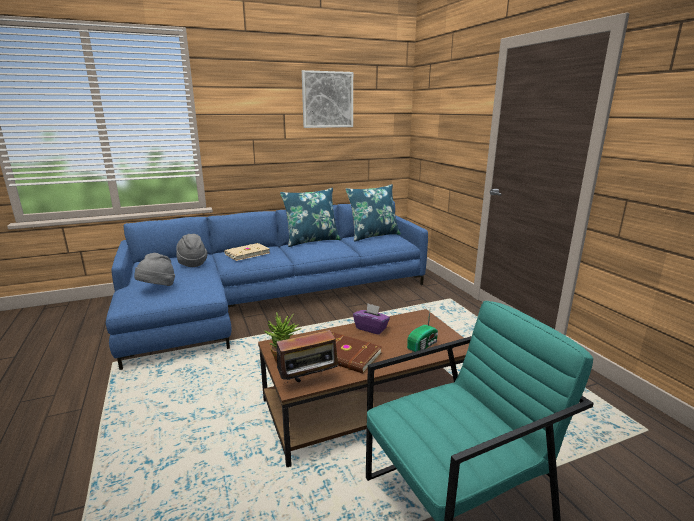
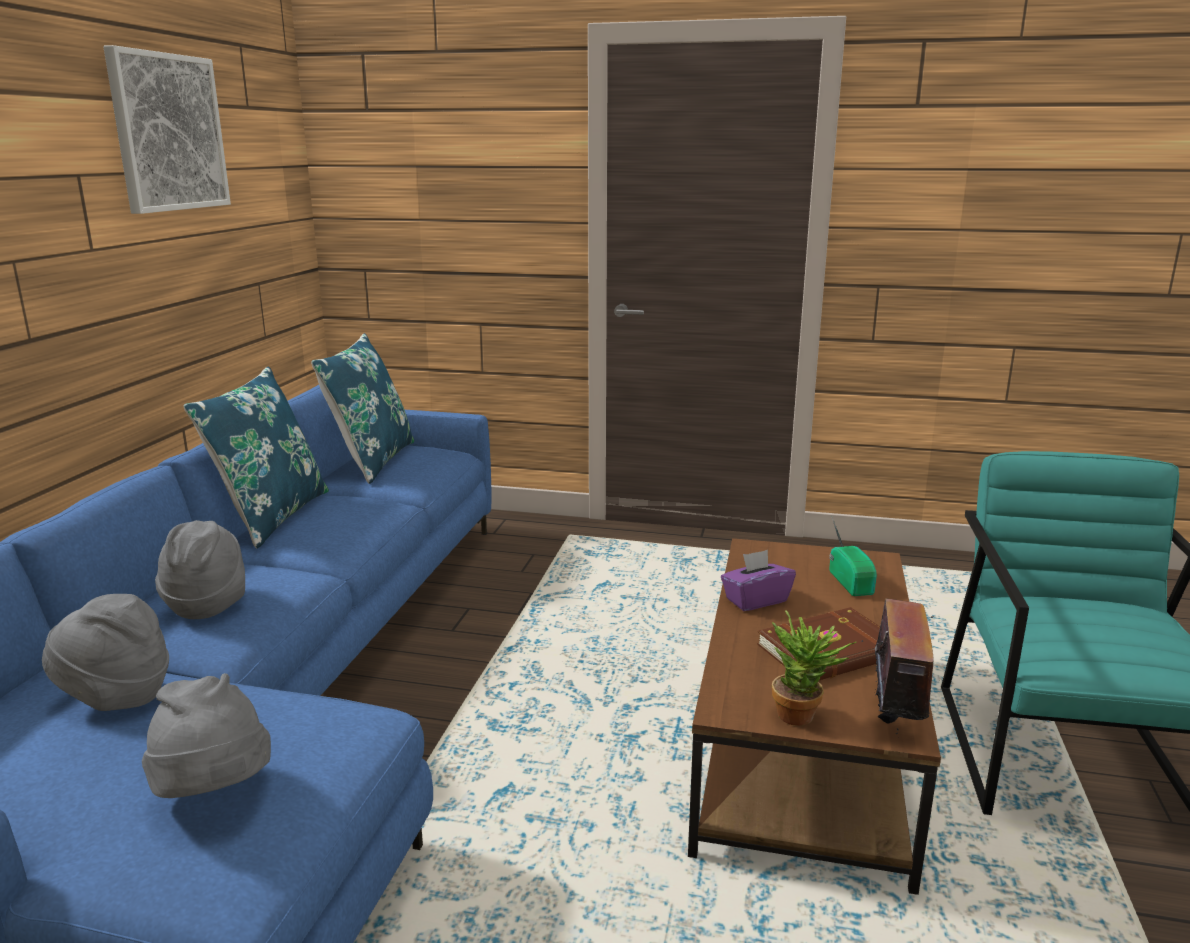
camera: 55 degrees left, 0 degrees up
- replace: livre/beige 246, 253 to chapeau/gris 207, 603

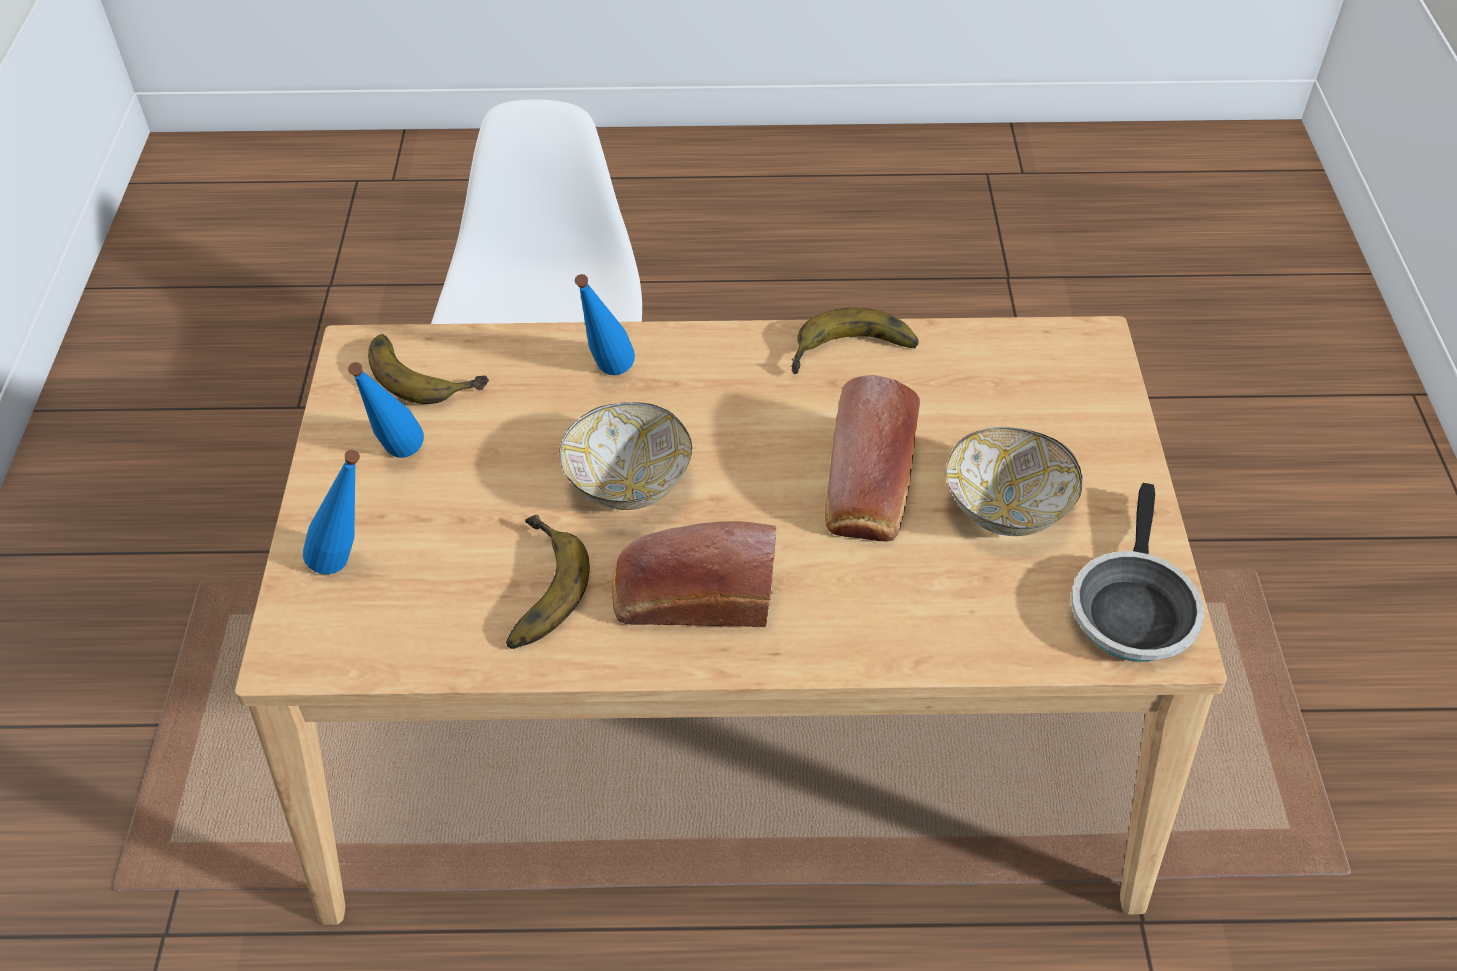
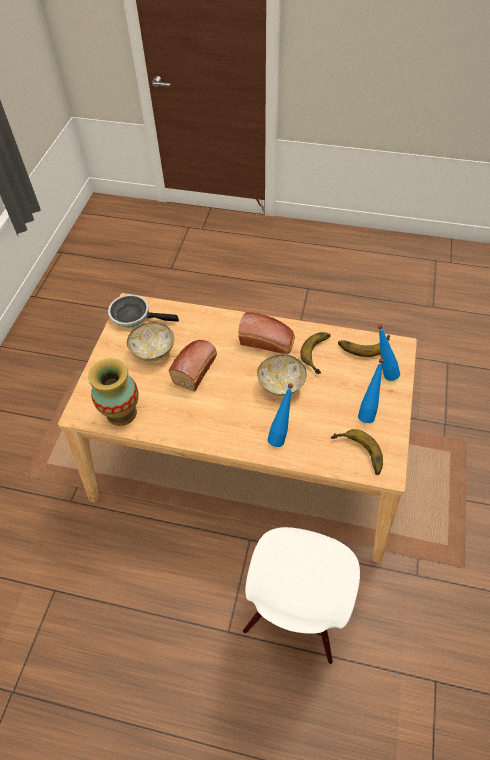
camera: 165 degrees left, 5 degrees up
- move: banane 854, 356 to 363, 344
- rotate: poêle 1131, 608 = 134, 315 105 degrees counterclockwise
- insert: vase 121, 413

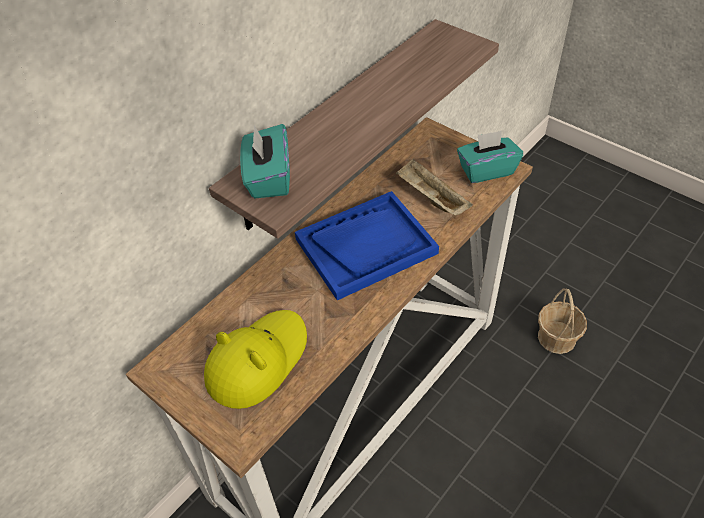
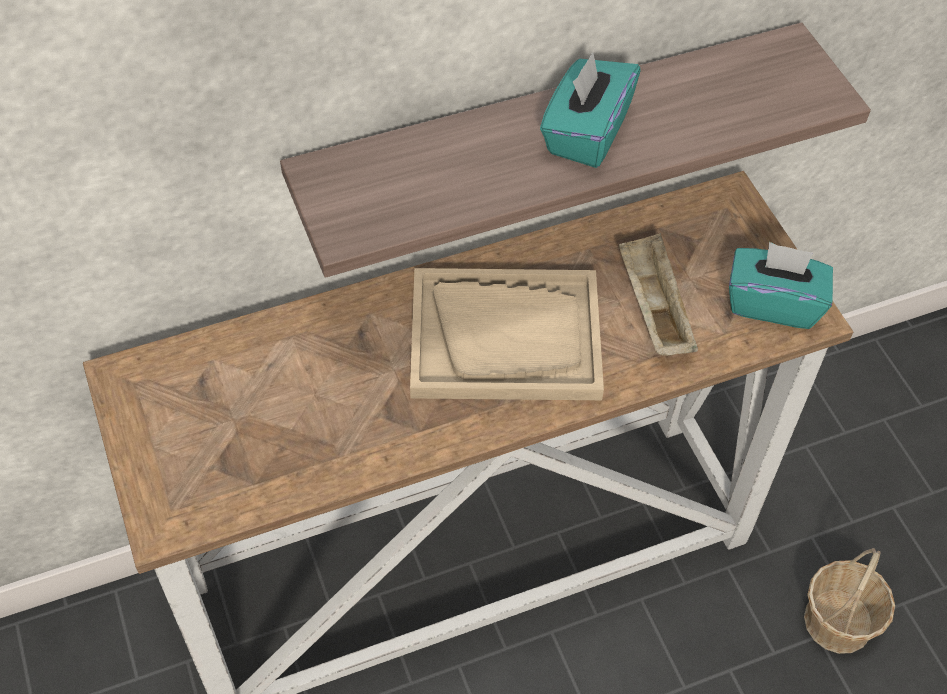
camera: 25 degrees right, 5 degrees up
- move: boîte à mouchoirs/turquoise 268, 178 to 586, 133
- recolor: plateau/bleu 366, 246 to plateau/beige 506, 337
- delete: chapeau/jaune 257, 361

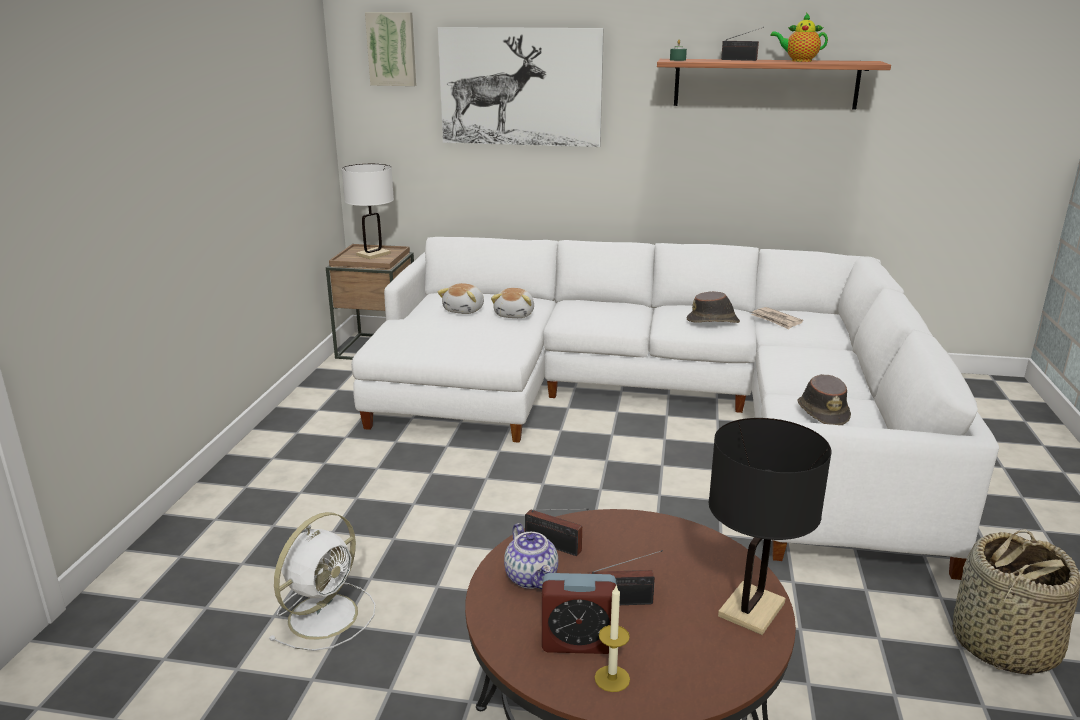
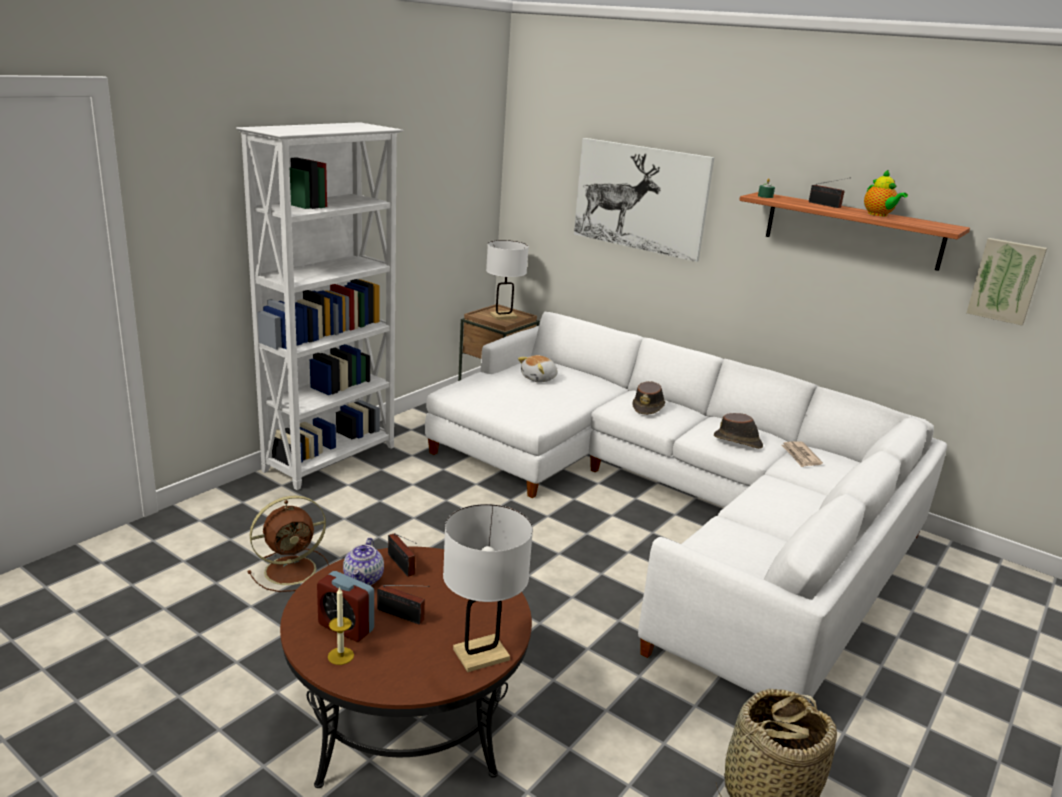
camera: 25 degrees right, 0 degrees up
- move: tableau 392, 49 to 1006, 280
- rotate: théière 799, 61 = 879, 215 150 degrees counterclockwise
- delete: peluche 515, 314
- move: chapeau/marron 823, 412 to 648, 407
- recolor: lampe de table/noir 751, 610 to lampe de table/blanc 481, 654
- recolor: ventilateur/blanc 325, 614 to ventilateur/marron 293, 570
- insert: bibliothèque/blanc 332, 459

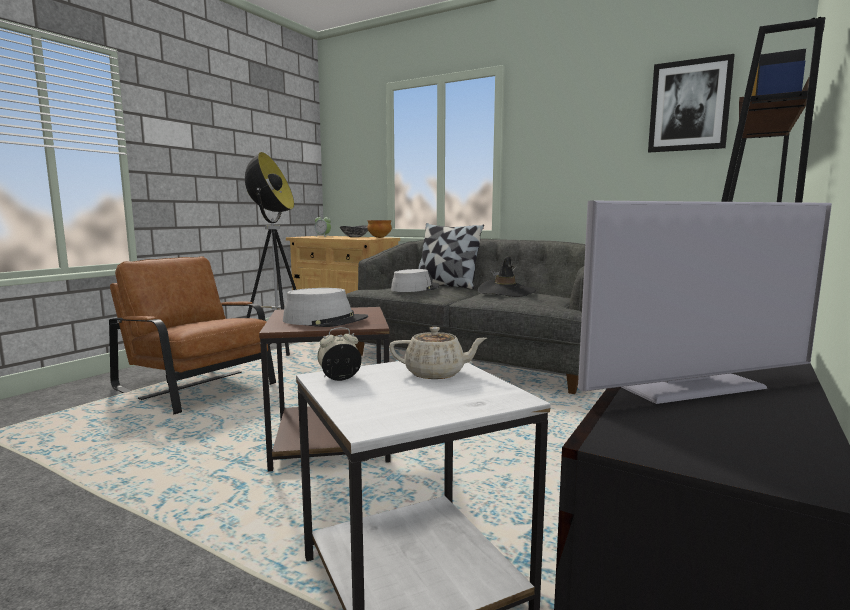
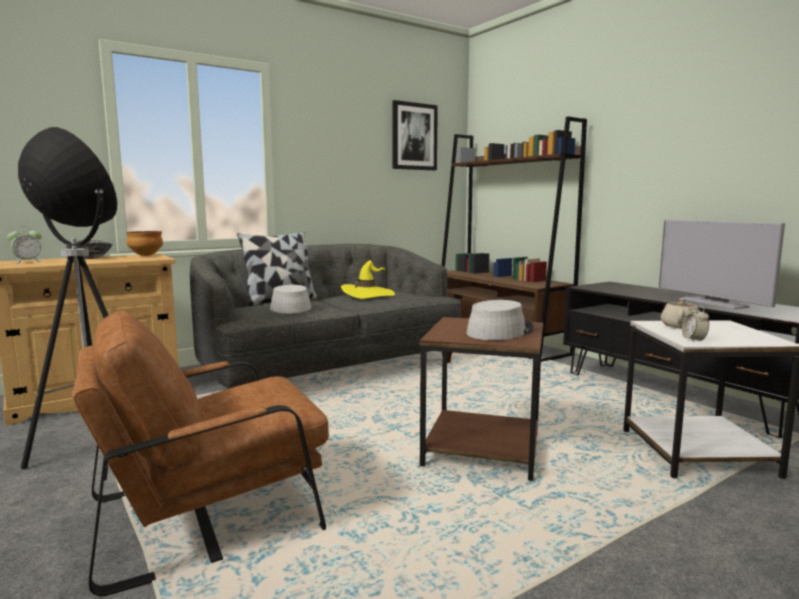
camera: 65 degrees left, 0 degrees up
- rotate: téléviseur 693, 387 = 713, 303 150 degrees clockwise
- recolor: chapeau/noir 506, 292 to chapeau/jaune 368, 294

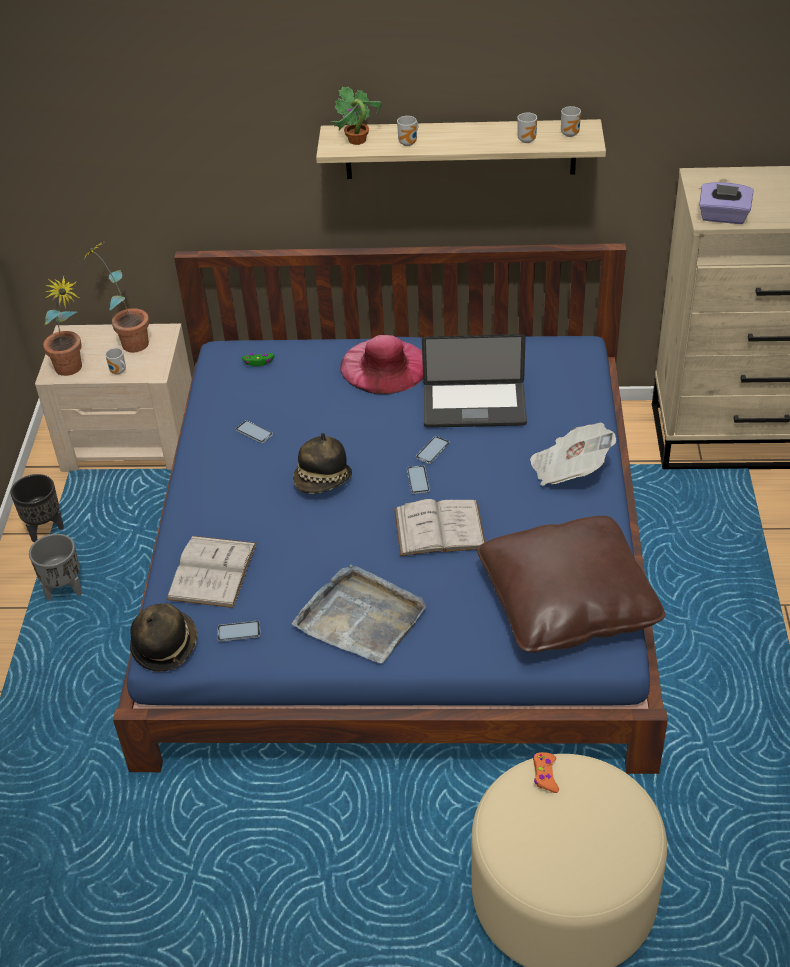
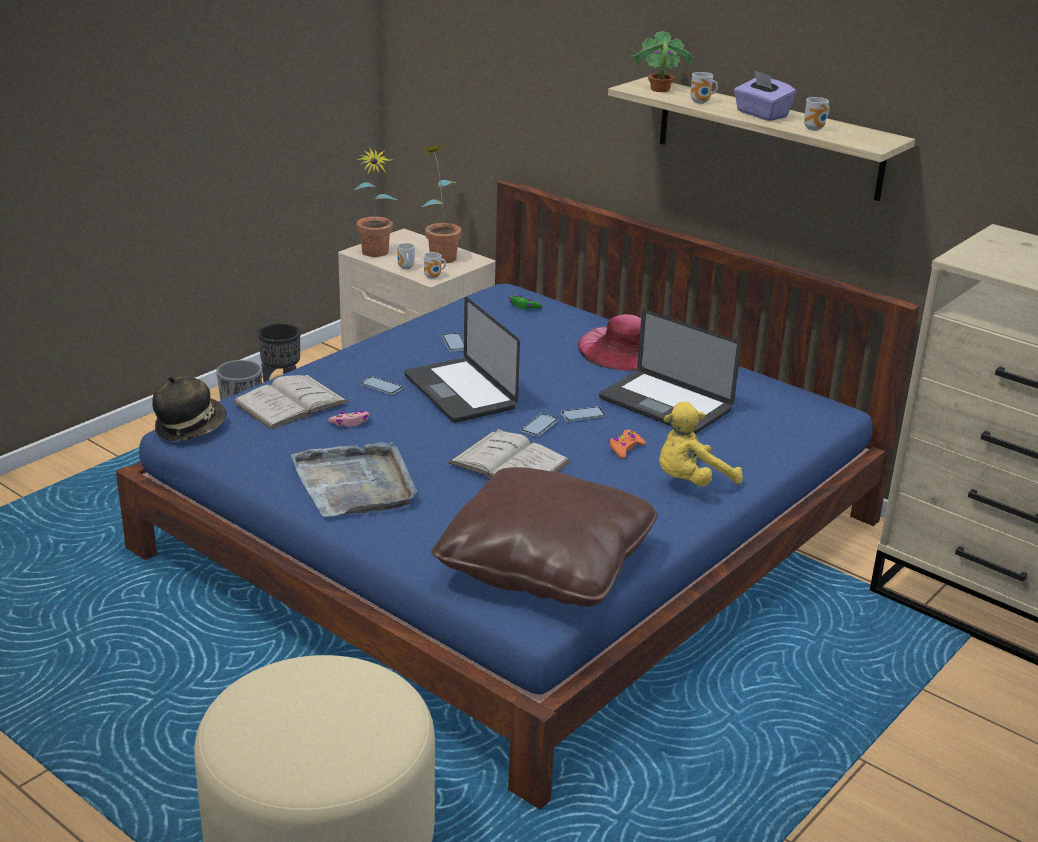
camera: 35 degrees right, 15 degrees down
- move: mug 571, 134 to 434, 277
- move: boîte à mouchoirs/violet 723, 217 to 761, 114
- replace: journal 569, 470 to peluche/jaune 691, 482
- replace: chapeau 323, 481 to ordinateur portable 459, 392
- move: téléphone 238, 632 to 381, 386
- move: manette/orange 545, 775 to 625, 448
- insert: manette/rose 350, 423

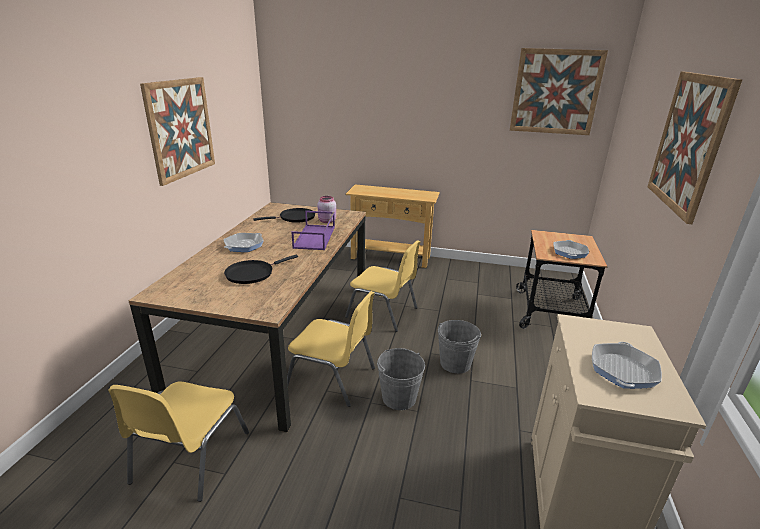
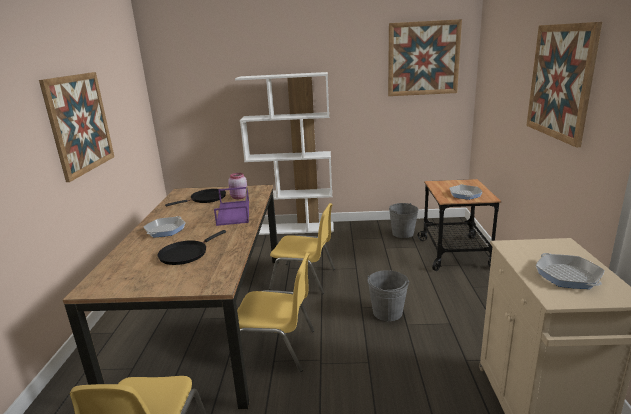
camera: 10 degrees left, 5 degrees down
- replace: table console/beige 390, 257 to bibliothèque/blanc 294, 228
- rotate: poêle 623, 370 = 567, 276 150 degrees clockwise
- move: seau/gris 399, 398 to 403, 233

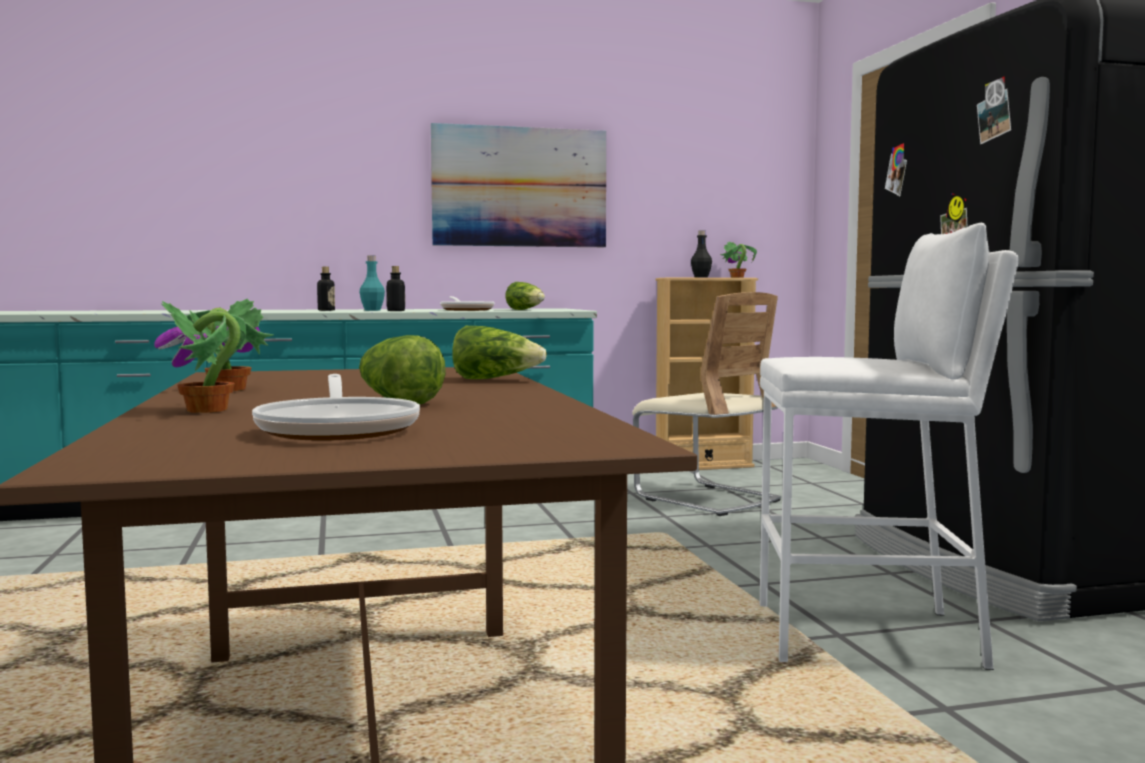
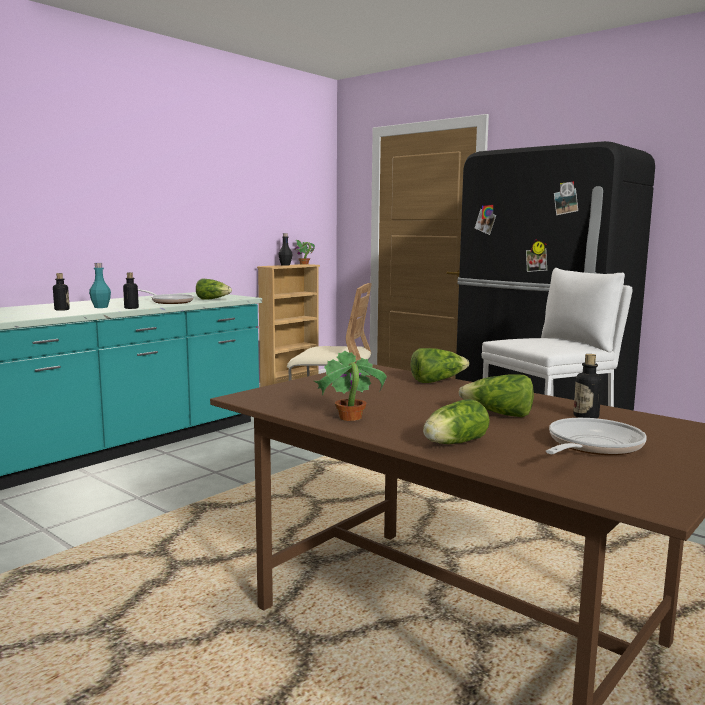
camera: 35 degrees left, 5 degrees up
- delete: tableau 519, 187
- replace: plante en pot 207, 410 to laitue 453, 443
- rotate: poêle 339, 429 = 591, 446 90 degrees counterclockwise
- insert: bouteille 585, 416

